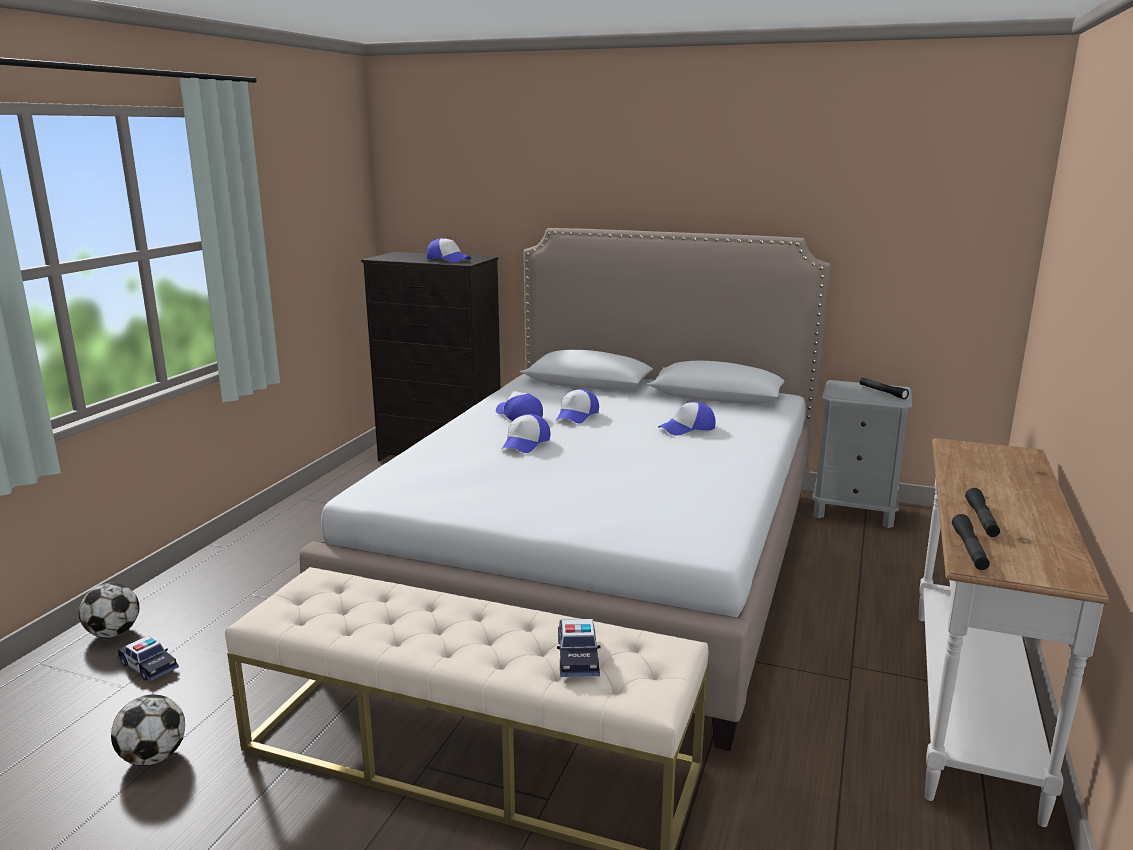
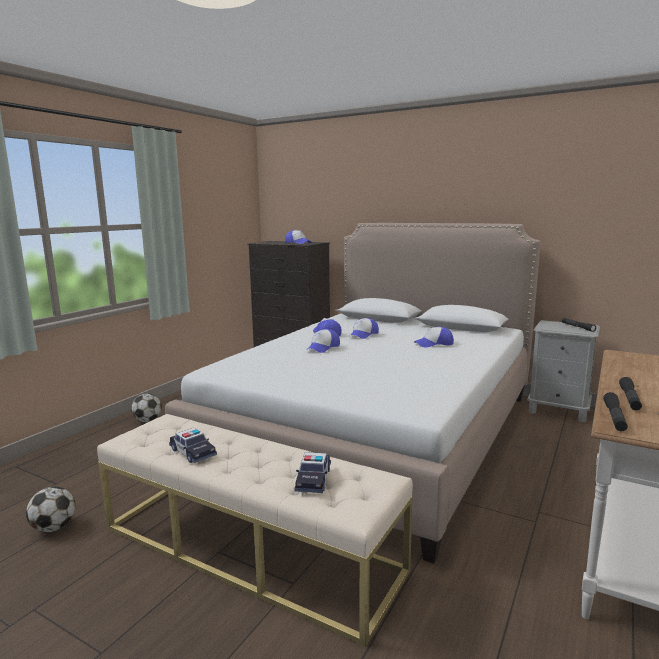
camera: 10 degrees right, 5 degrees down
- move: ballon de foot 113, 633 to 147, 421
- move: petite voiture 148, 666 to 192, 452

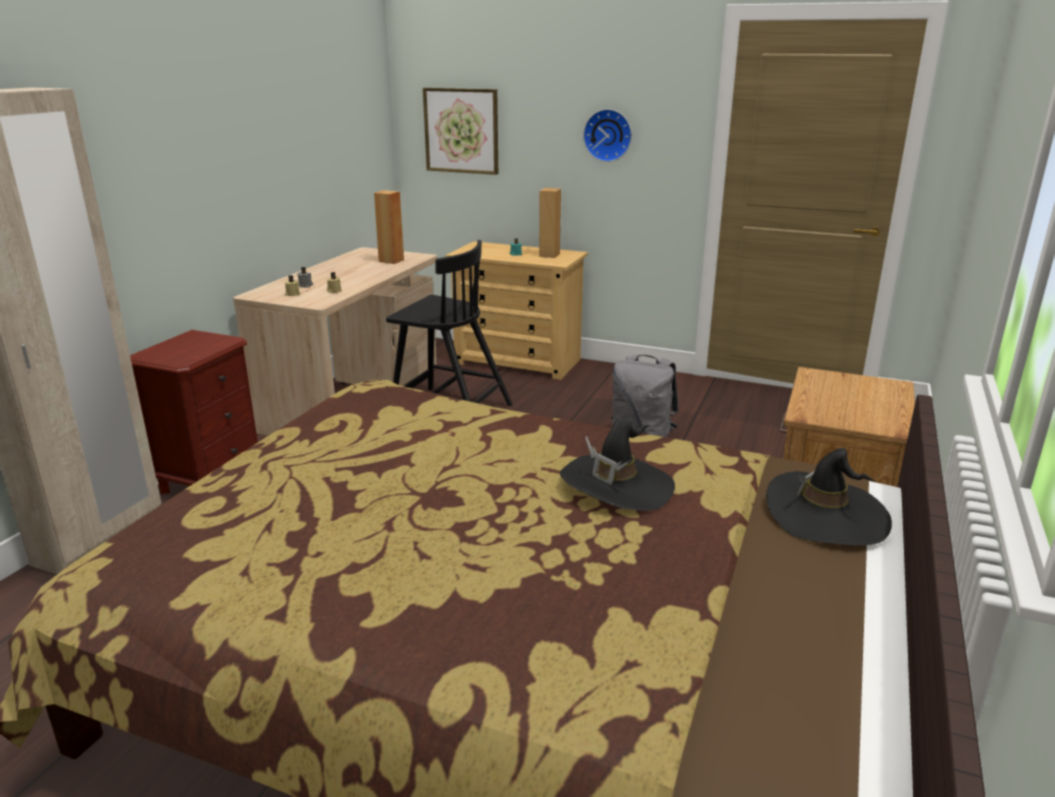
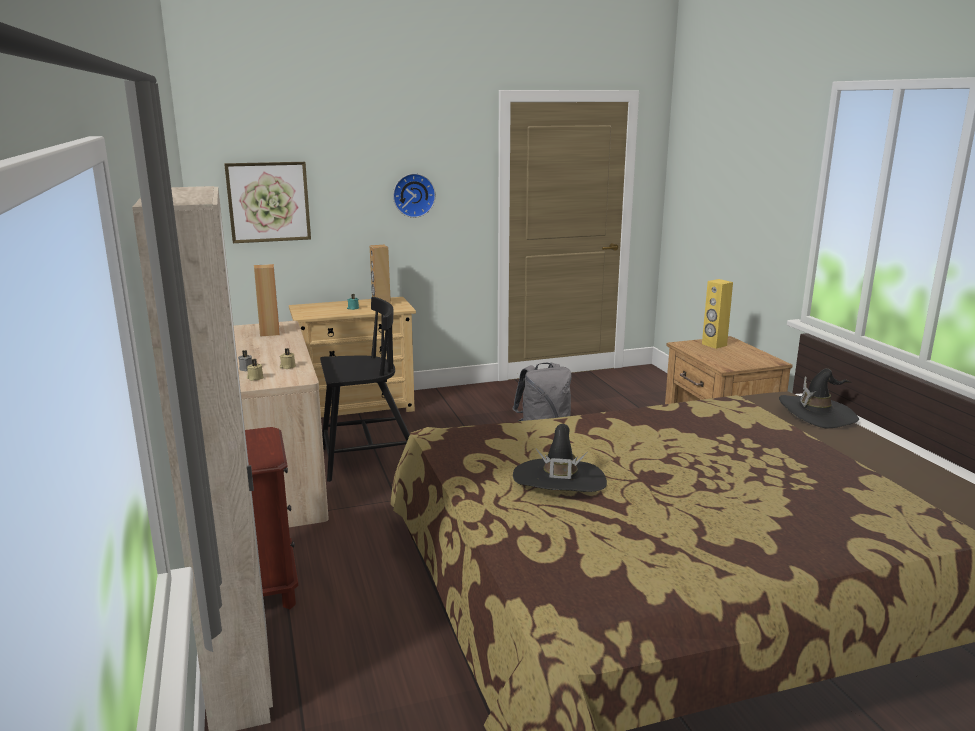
camera: 40 degrees left, 5 degrees down
- move: chapeau/noir 616, 486 to 559, 481
- insert: enceinte/jaune 714, 345

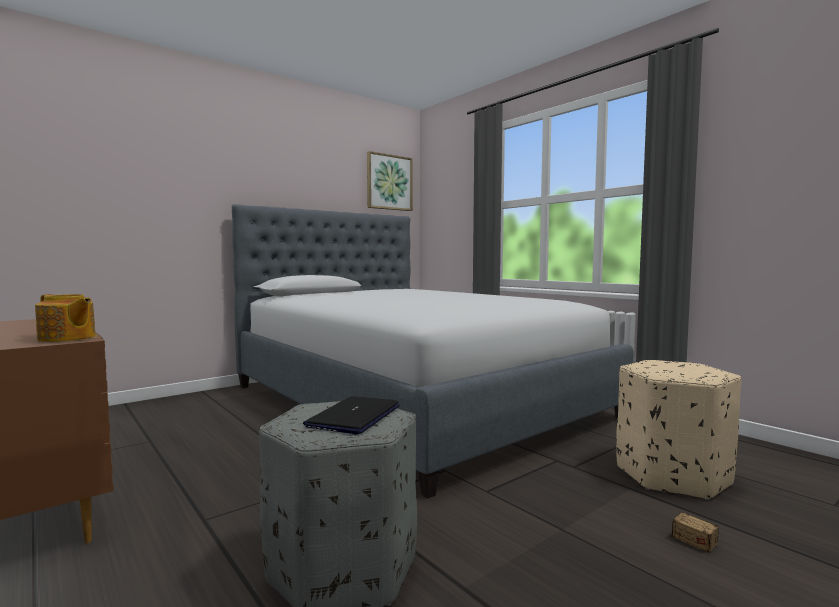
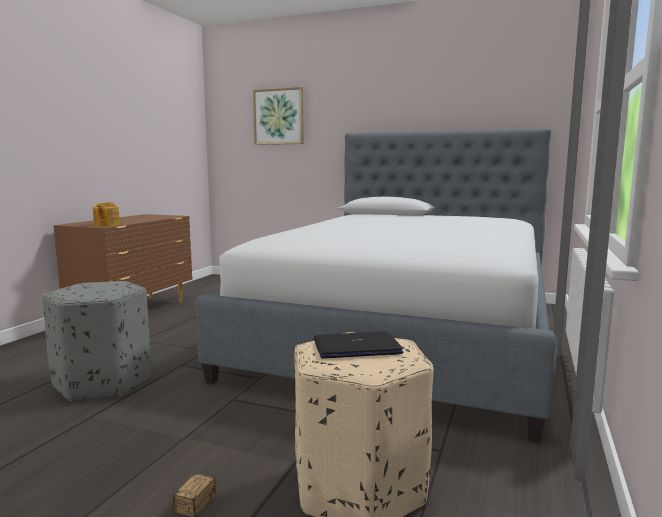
camera: 60 degrees right, 5 degrees up
- move: tableau 389, 182 to 279, 116
- move: ordinateur portable 354, 416 to 356, 347

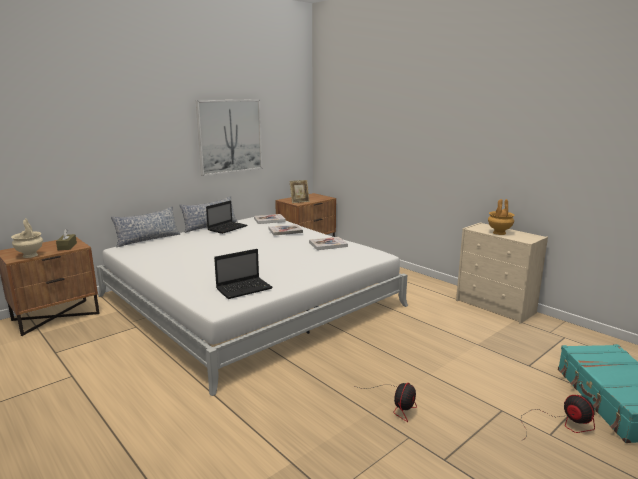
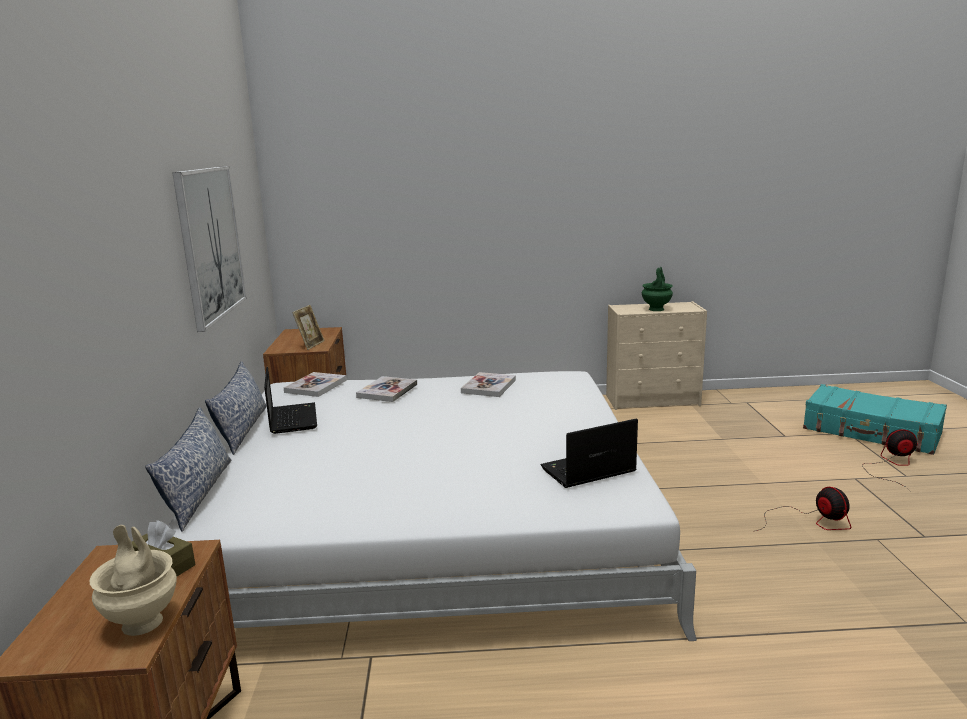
camera: 50 degrees left, 0 degrees up
- recolor: vase/marron 499, 233 to vase/vert 656, 309
- rotate: ordinateur portable 245, 288 = 586, 471 120 degrees counterclockwise

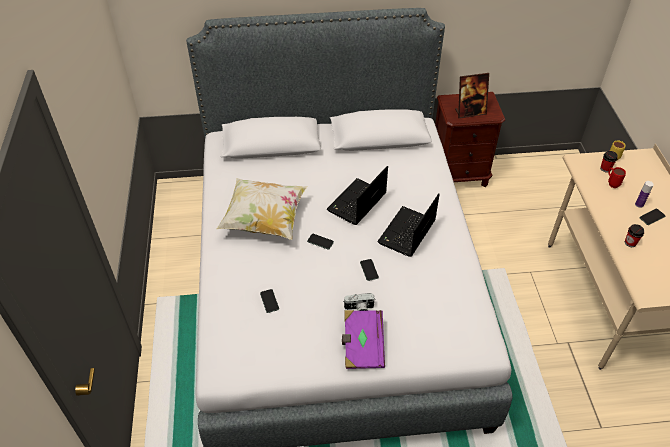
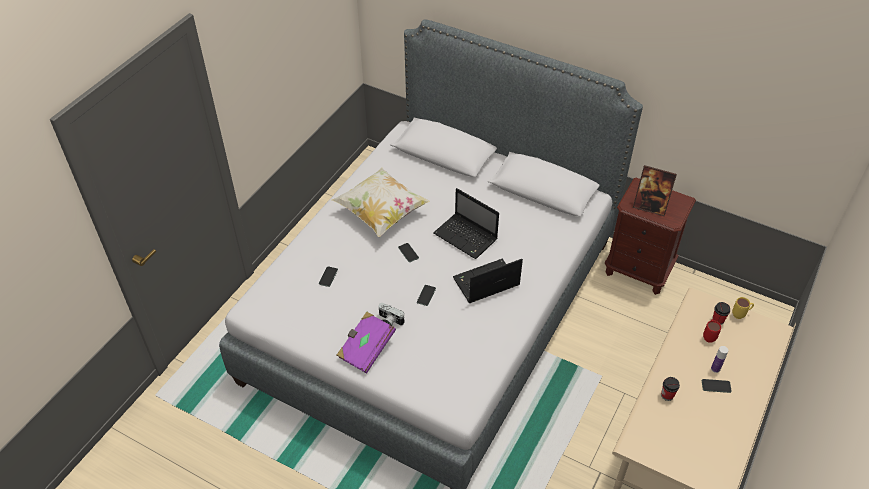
camera: 35 degrees right, 0 degrees up
- rotate: ordinateur portable 356, 203 = 466, 237 120 degrees counterclockwise

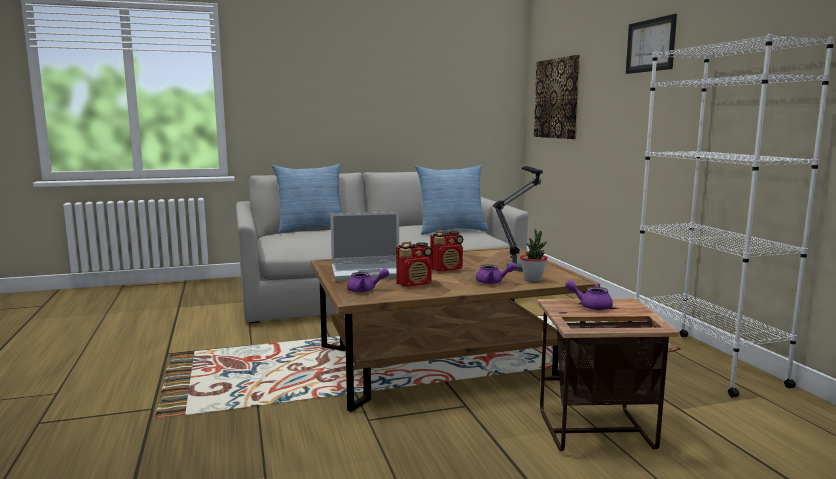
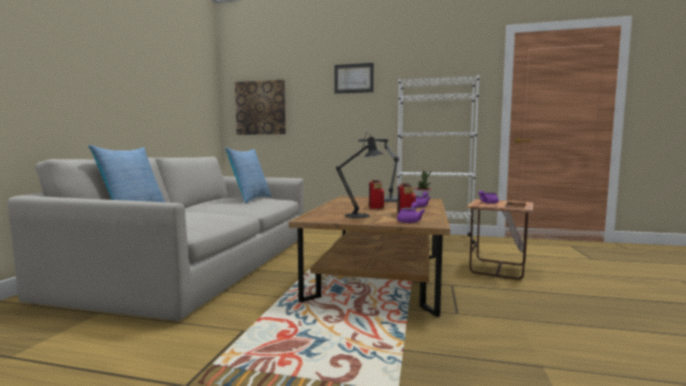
camera: 60 degrees left, 5 degrees down
- replace: ordinateur portable 369, 272 to lampe de table/noir 361, 216

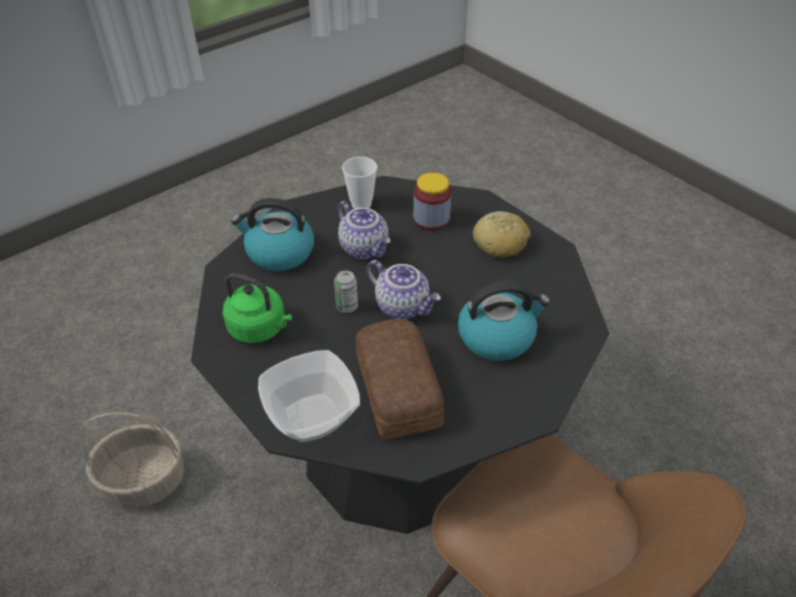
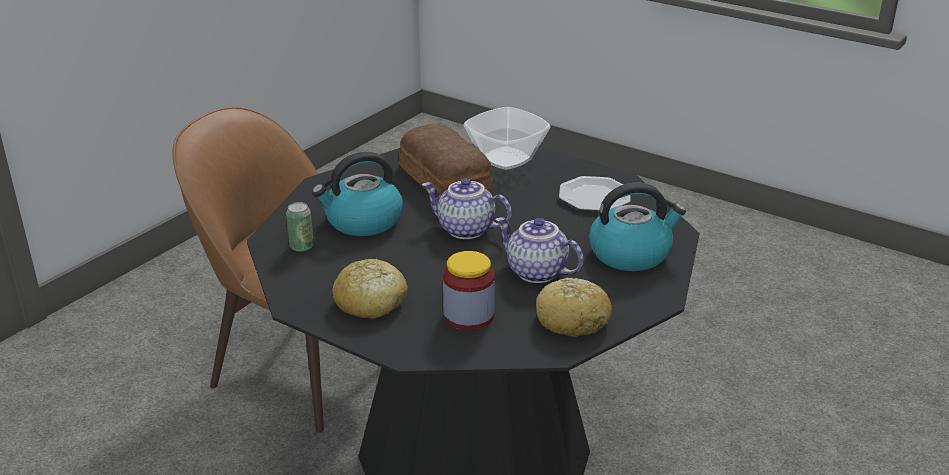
camera: 165 degrees right, 15 degrees down
- replace: tasse 361, 204 to pain 573, 320
- move: boîte métallique 347, 306 to 301, 246
- replace: bouilloire/vert 260, 328 to assiette 594, 197
- delete: panier 144, 481

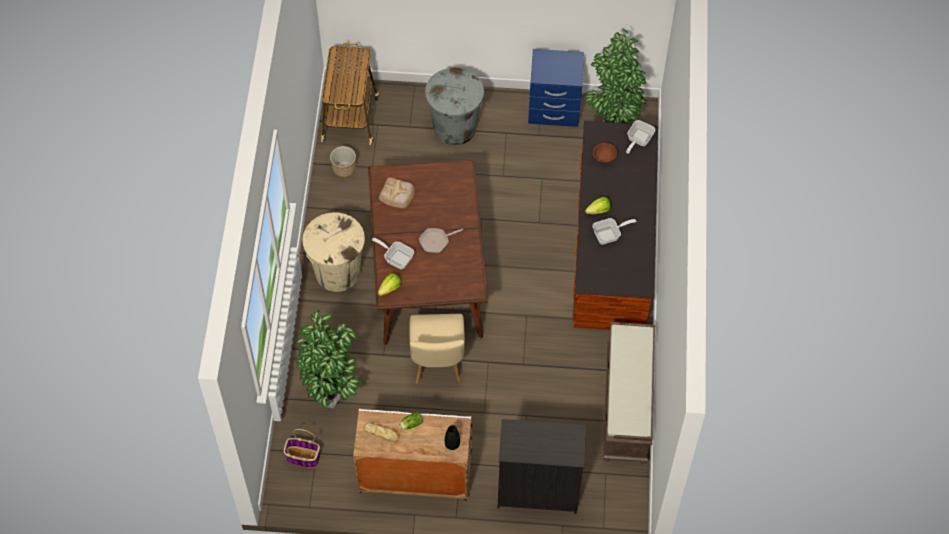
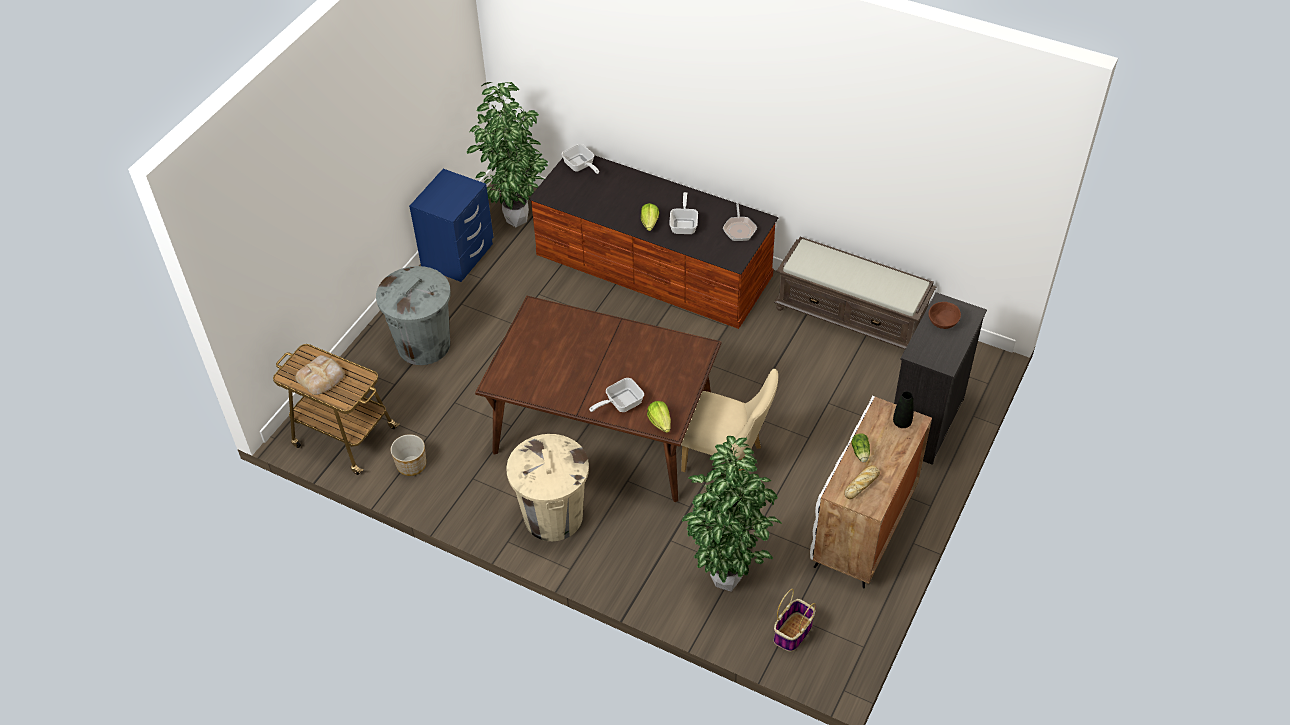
camera: 65 degrees left, 10 degrees down
- move: bol/marron 604, 157 to 942, 322
- move: pain 397, 195 to 321, 377
- move: poêle 436, 241 to 739, 229

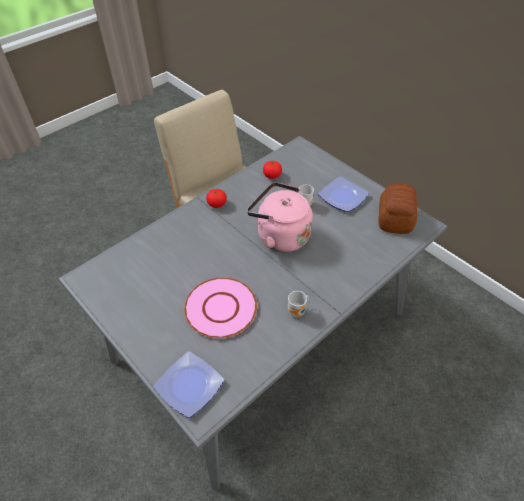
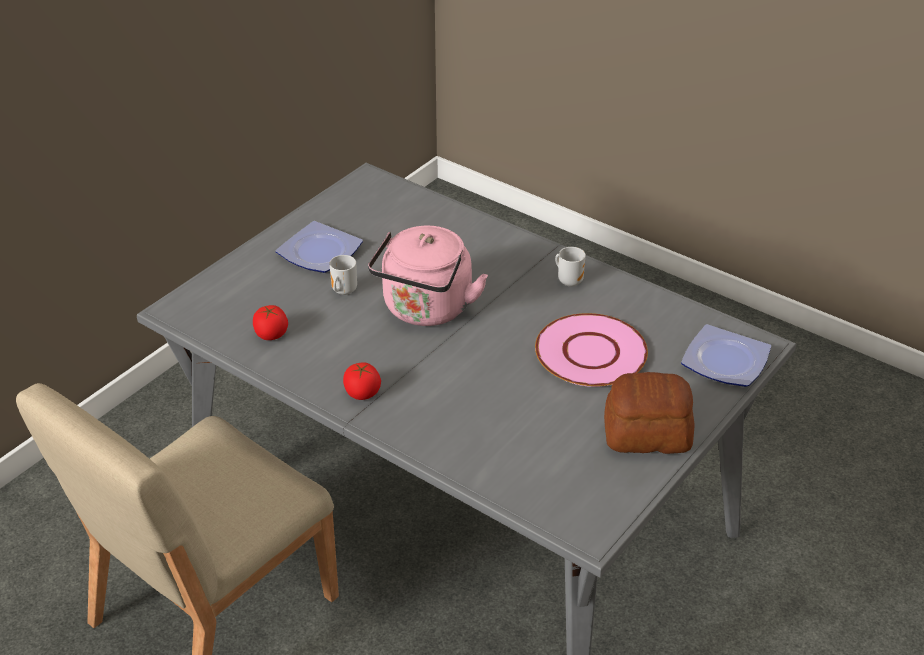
camera: 100 degrees left, 10 degrees down
- move: pain 395, 218 to 646, 433

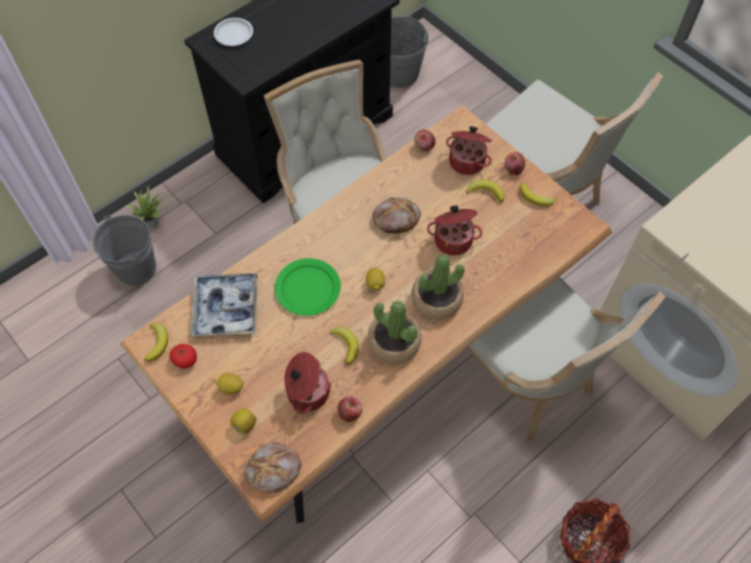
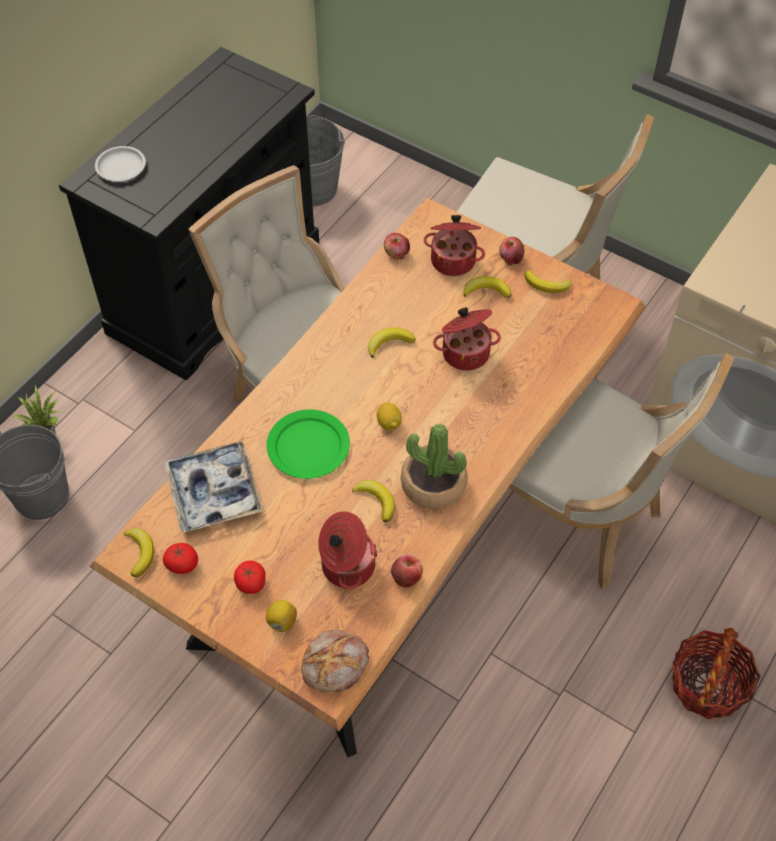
camera: 15 degrees left, 5 degrees down
- replace: pain 395, 218 to banane 389, 343
- delete: plante en pot 437, 299
- replace: citron 231, 387 to tomate 250, 583

